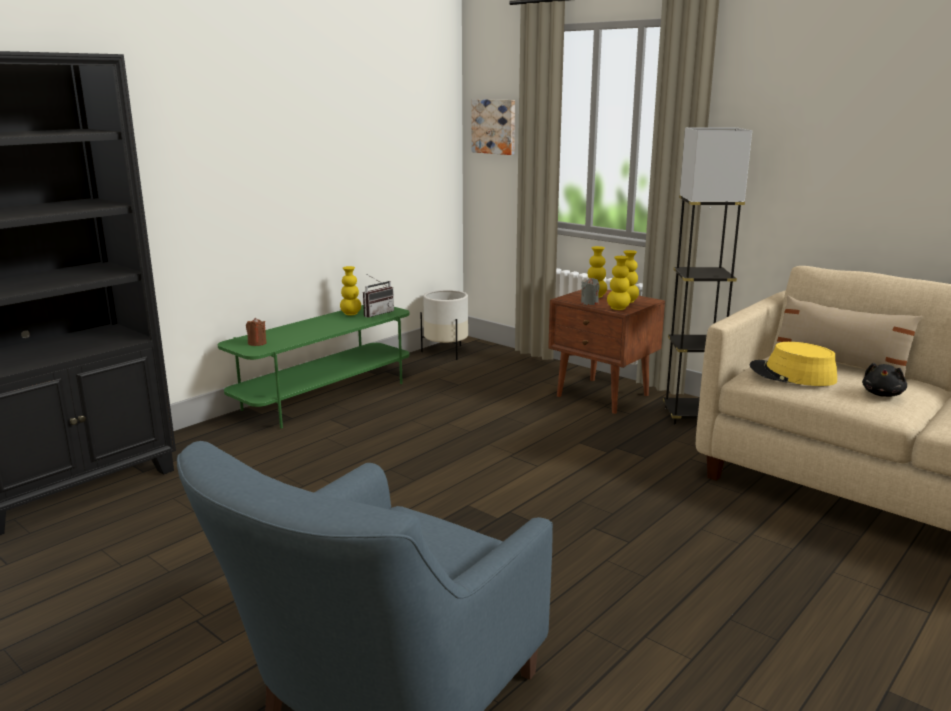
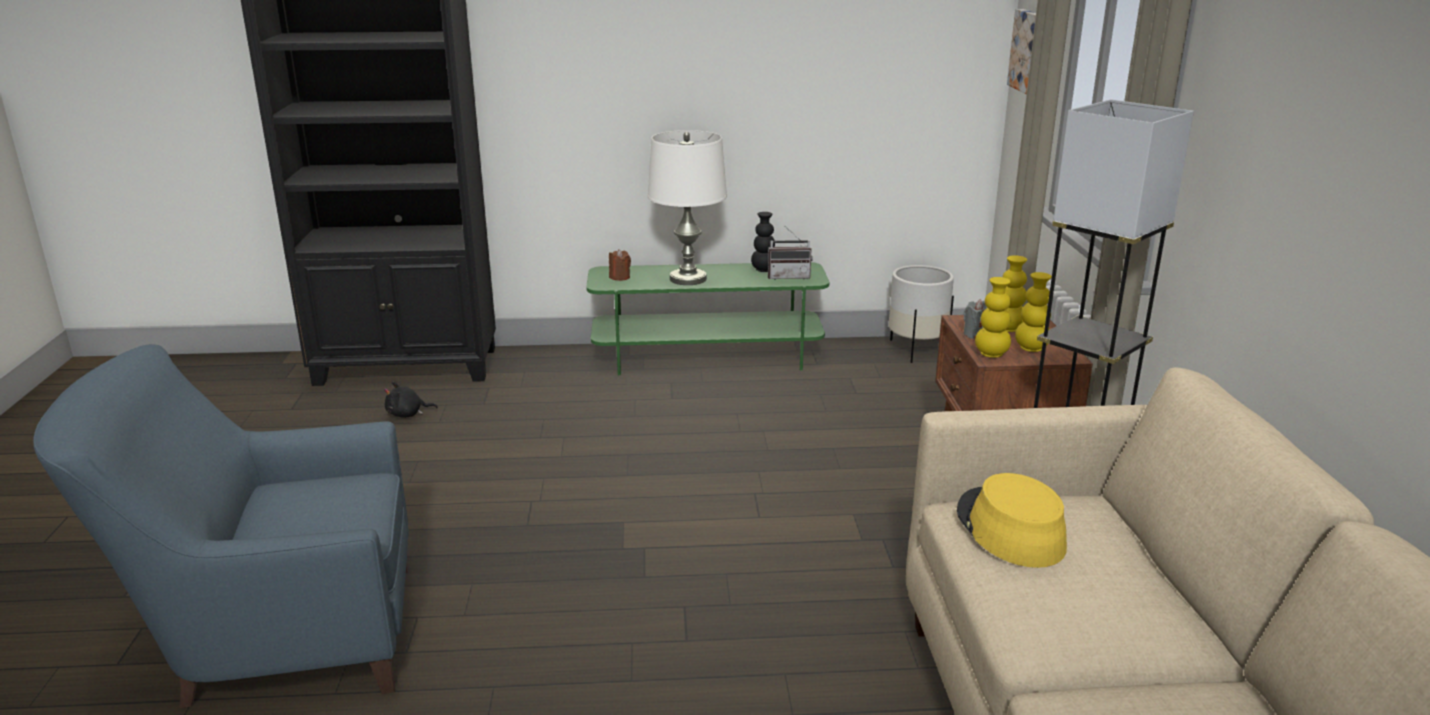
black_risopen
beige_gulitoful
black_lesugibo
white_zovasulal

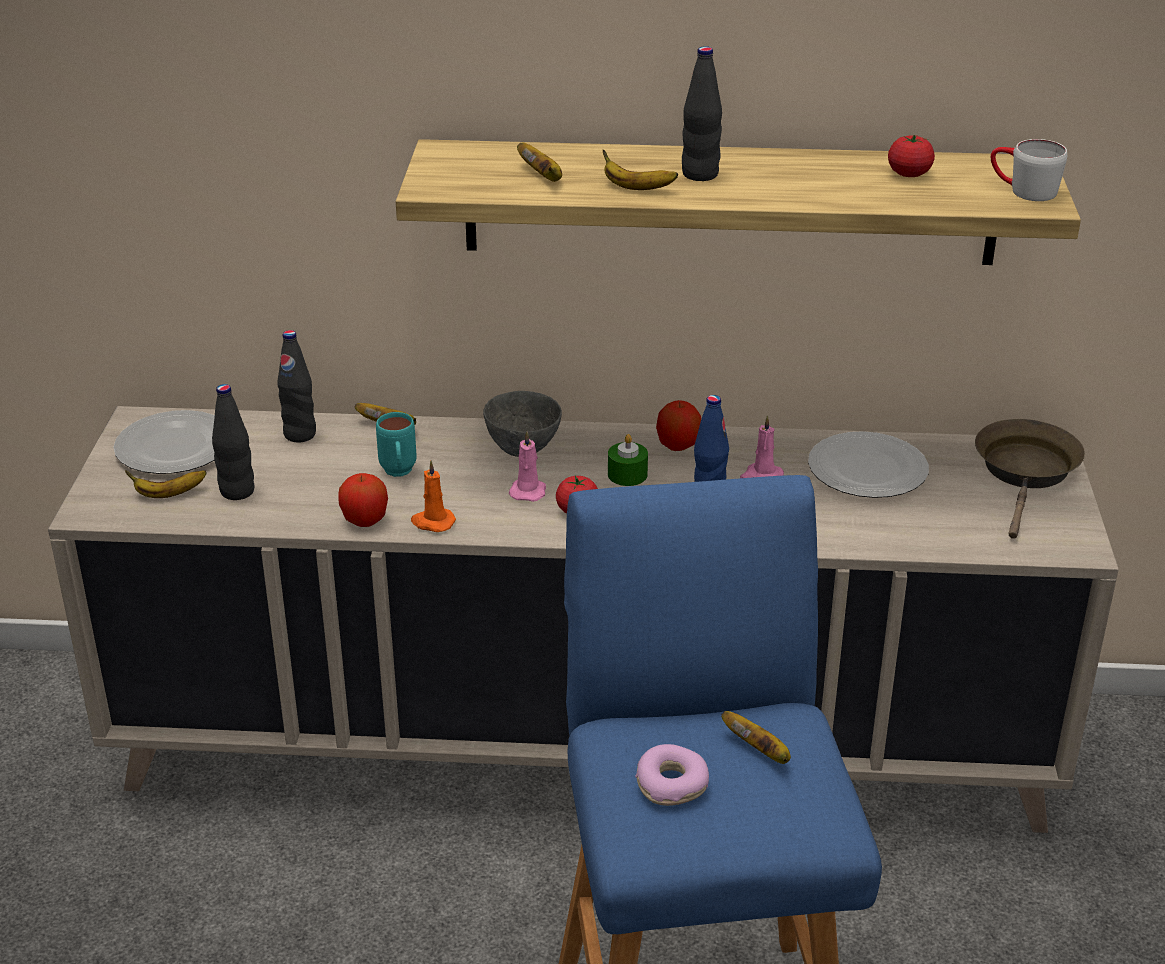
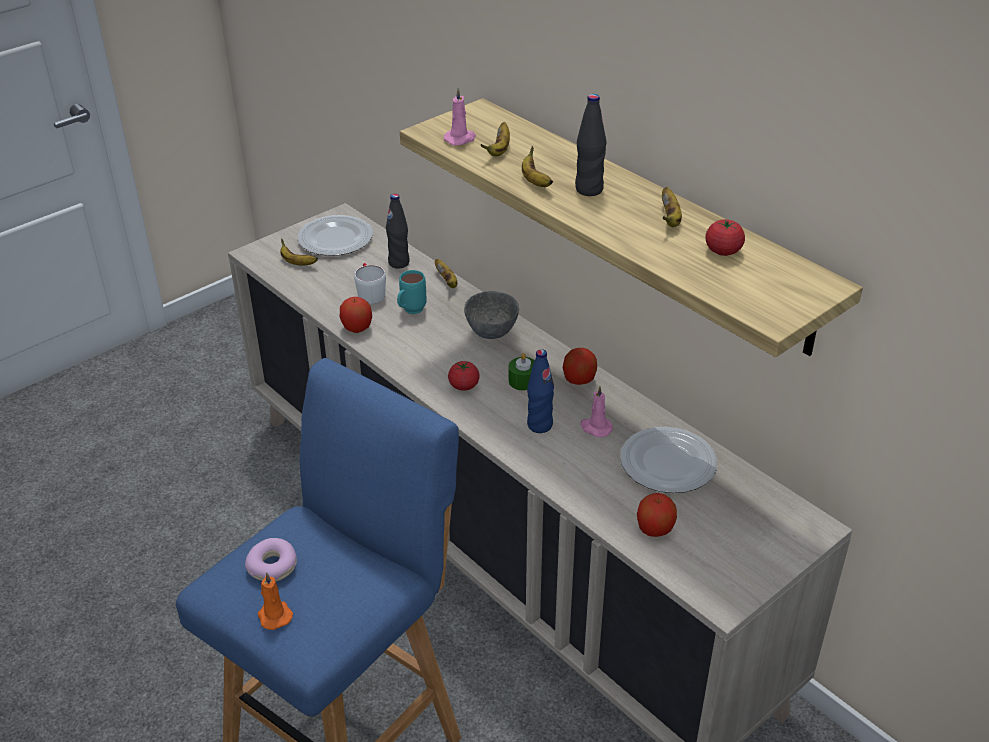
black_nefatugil (1st from left in the first image)
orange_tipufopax
pink_tipufopax (1st from left)
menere (5th from left)
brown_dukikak
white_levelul
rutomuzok (3rd from left)

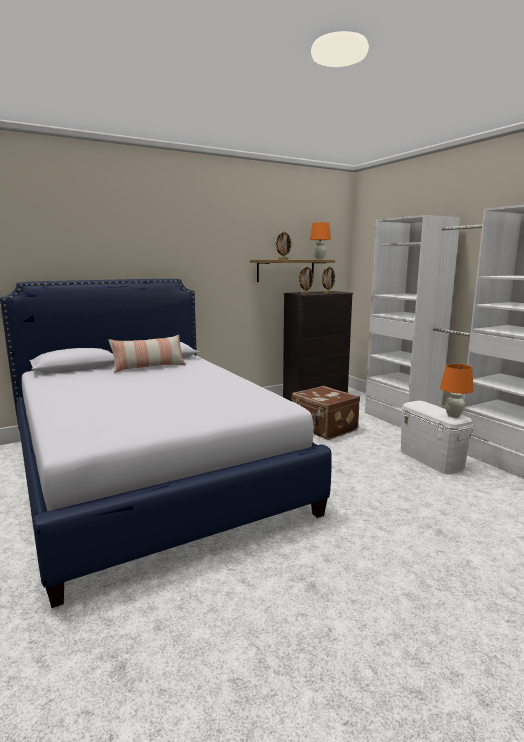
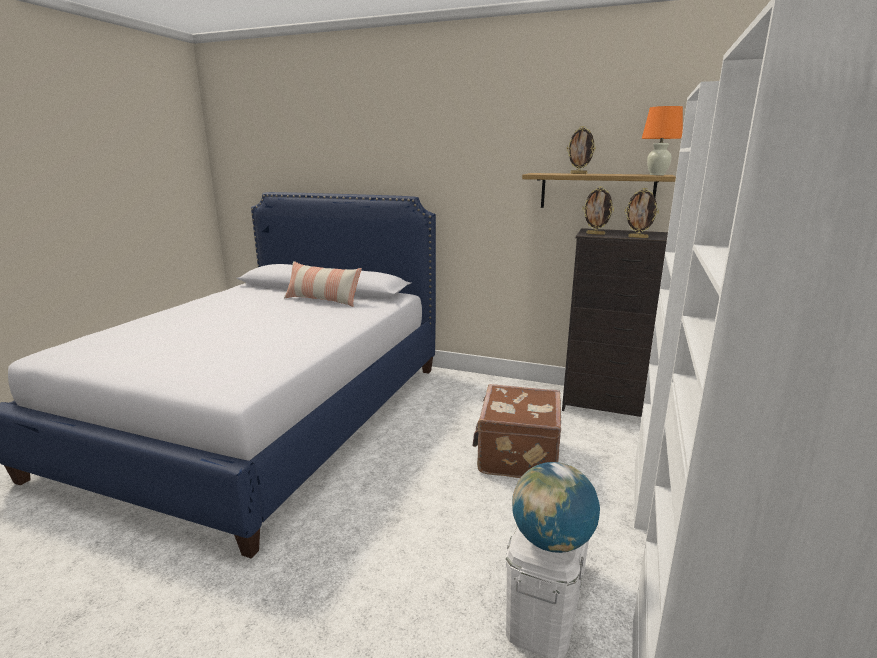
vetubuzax

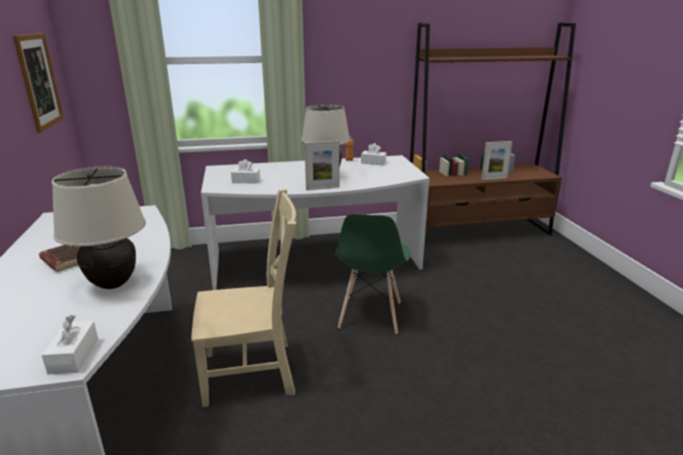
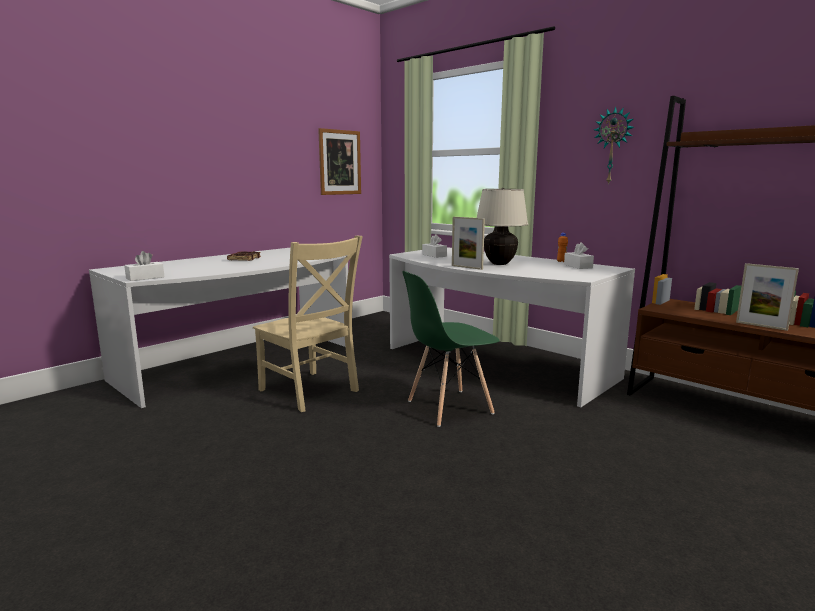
beige_zovasulal (1st from left in the first image)
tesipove

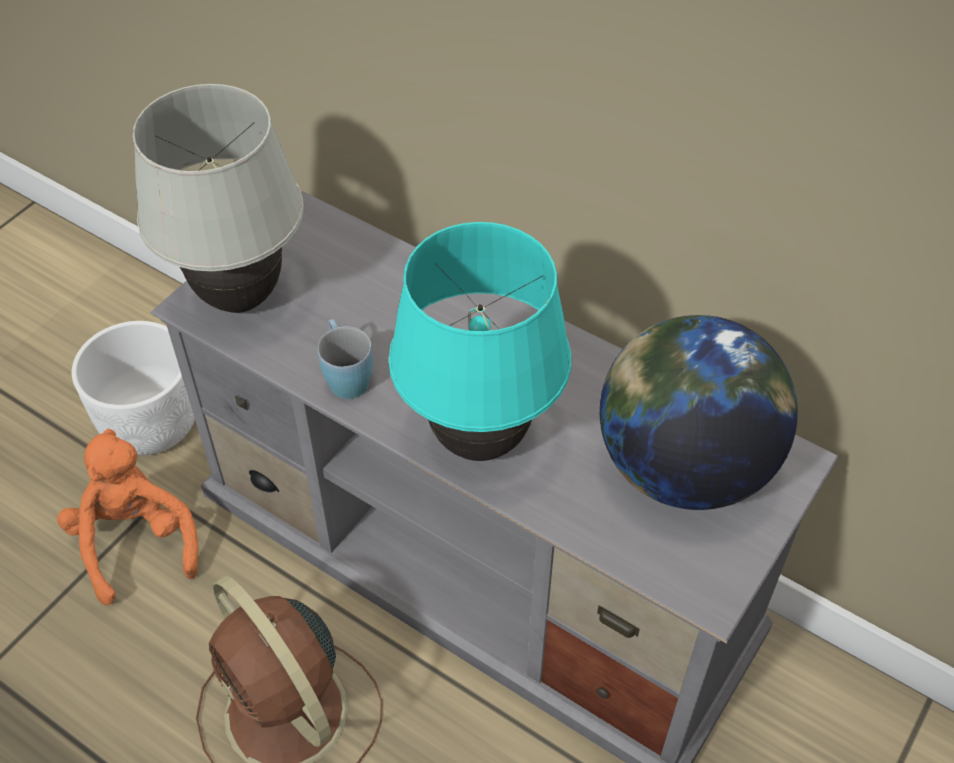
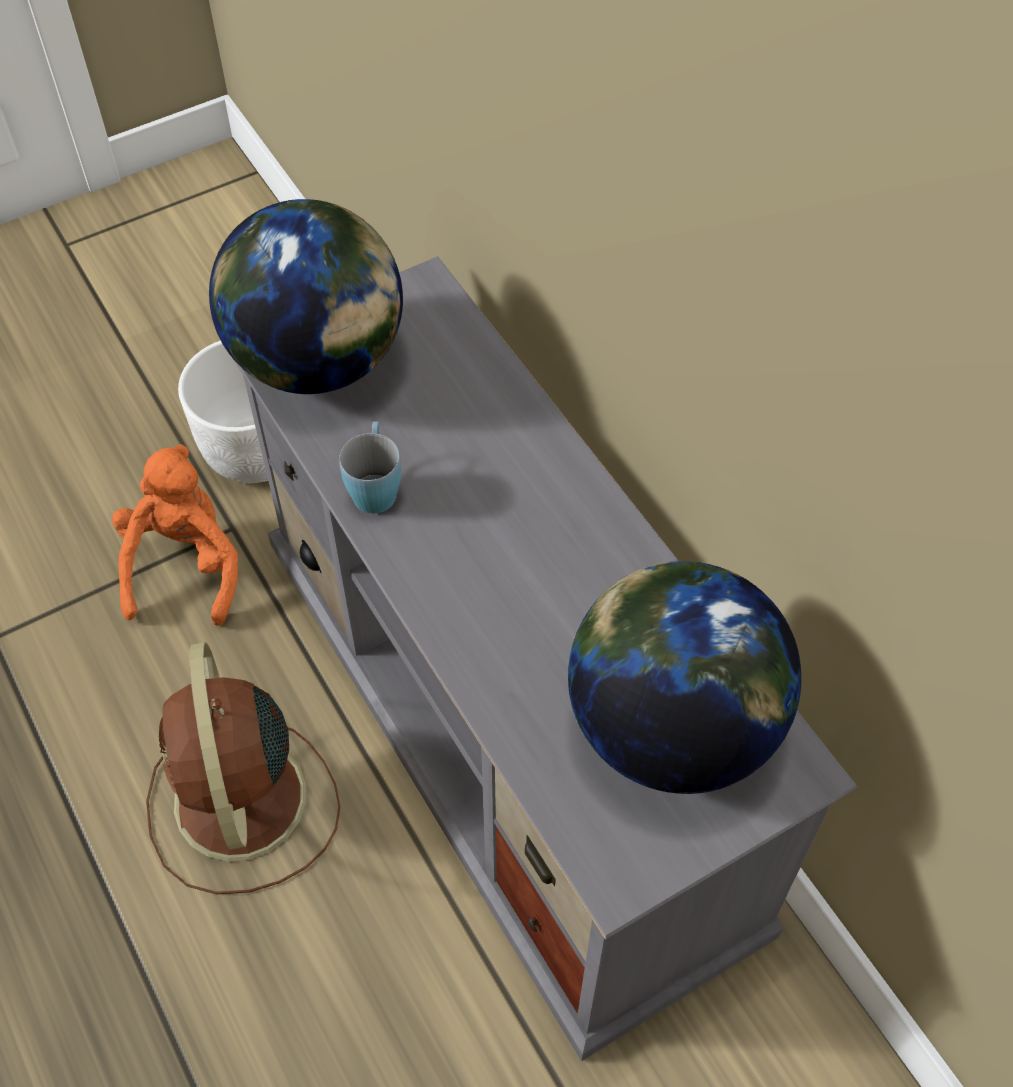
vetubuzax (1st from left)
turquoise_zovasulal

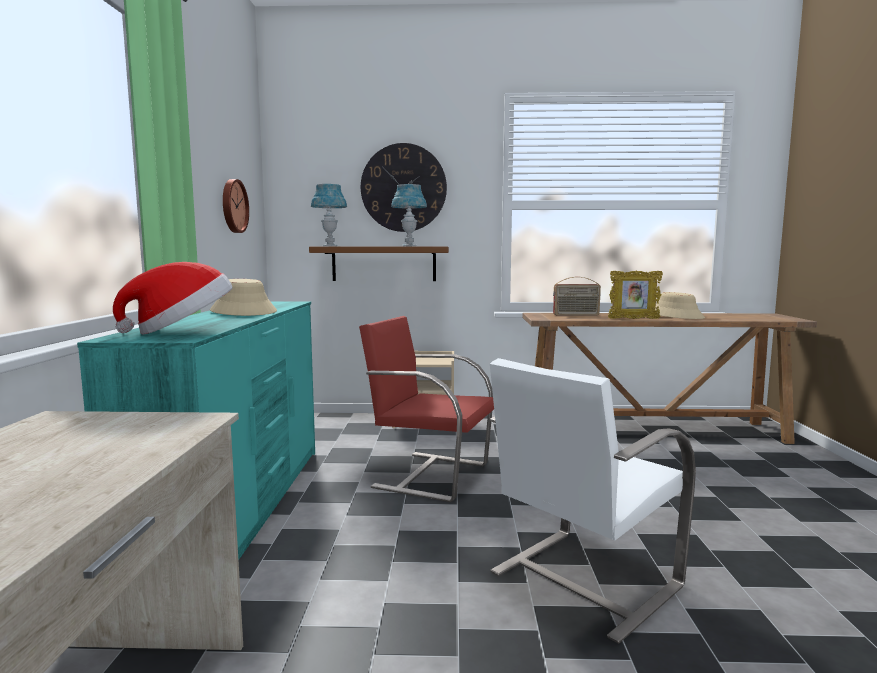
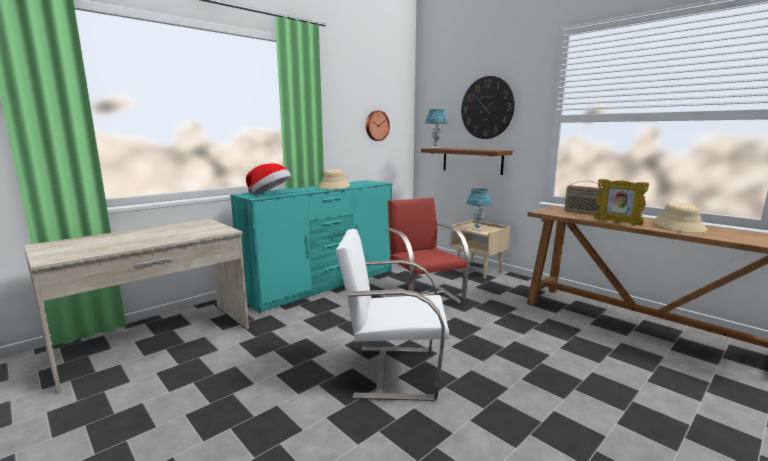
blue_zovasulal (2nd from left)

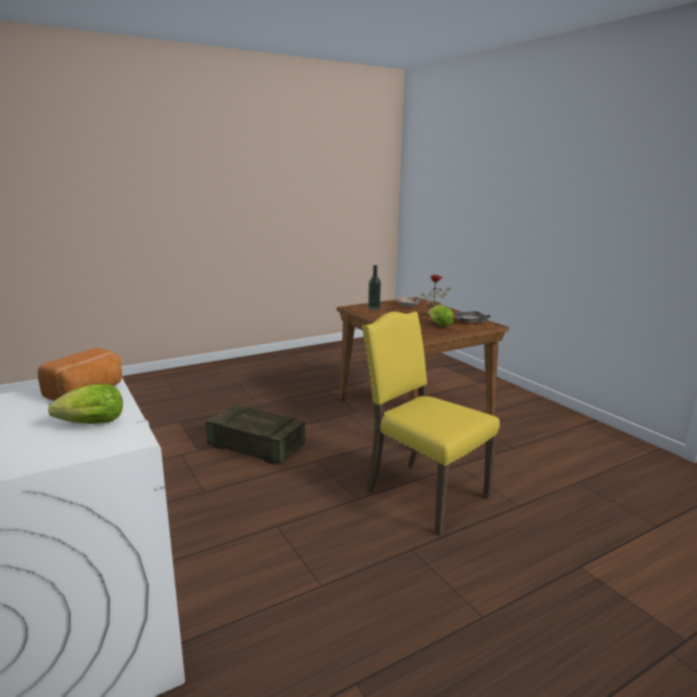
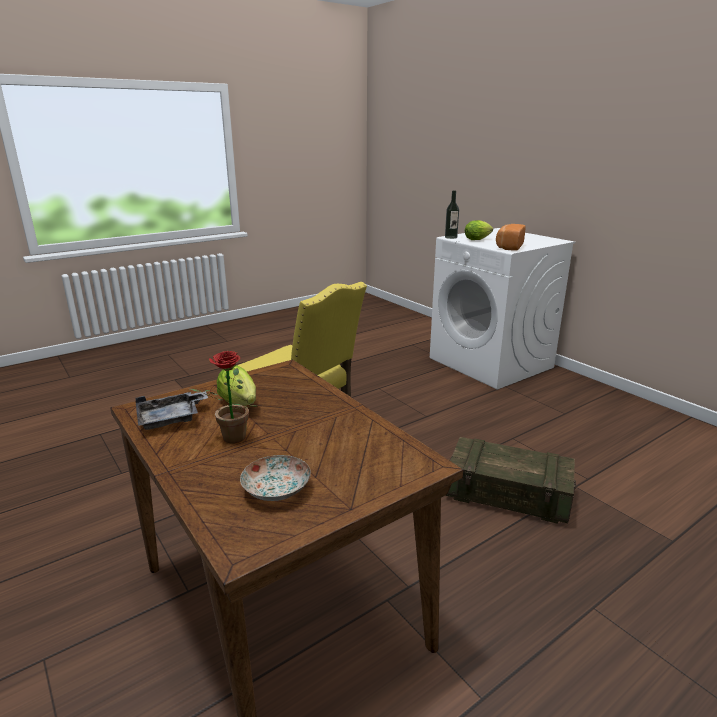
nefatugil

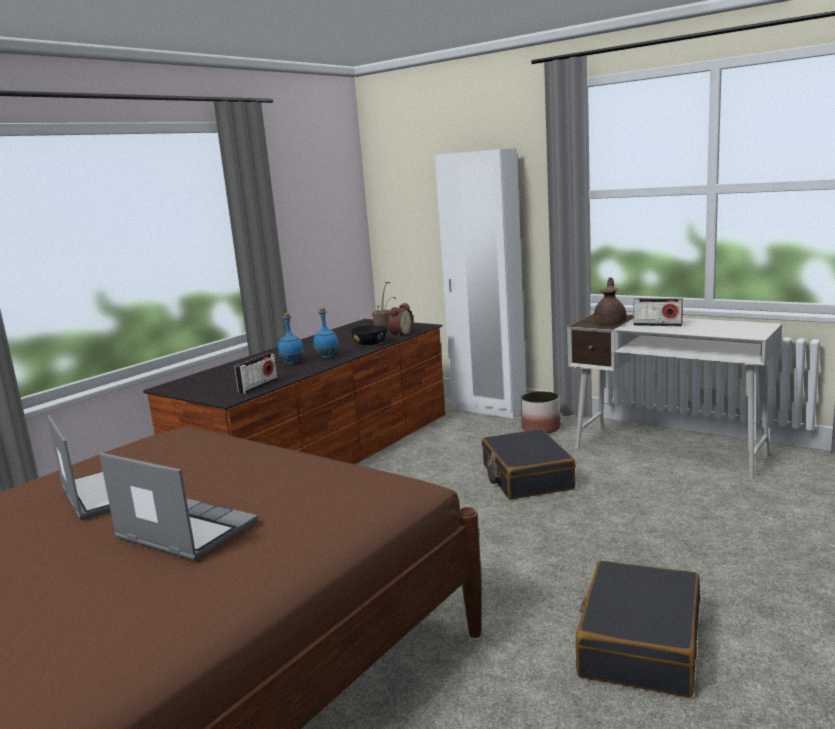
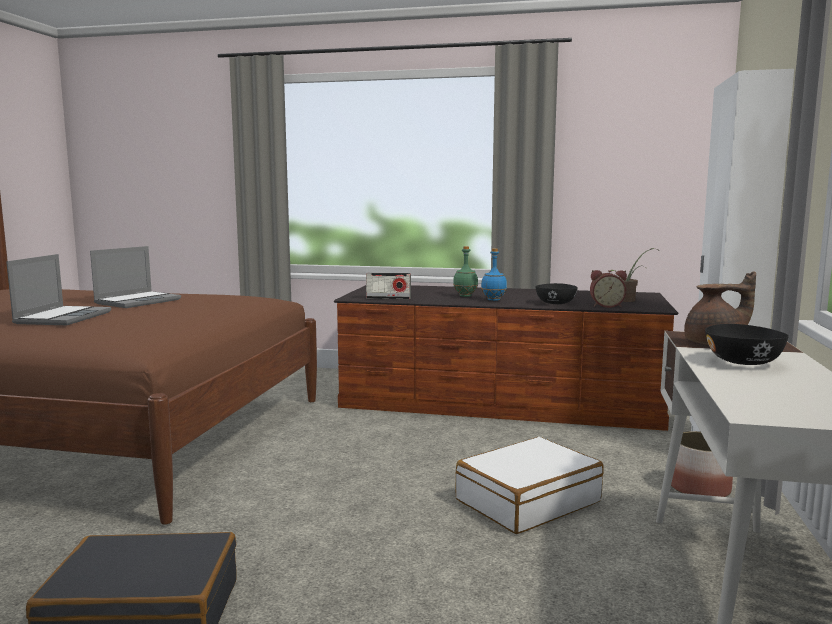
green_nefatugil
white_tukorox
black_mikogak (2nd from left)

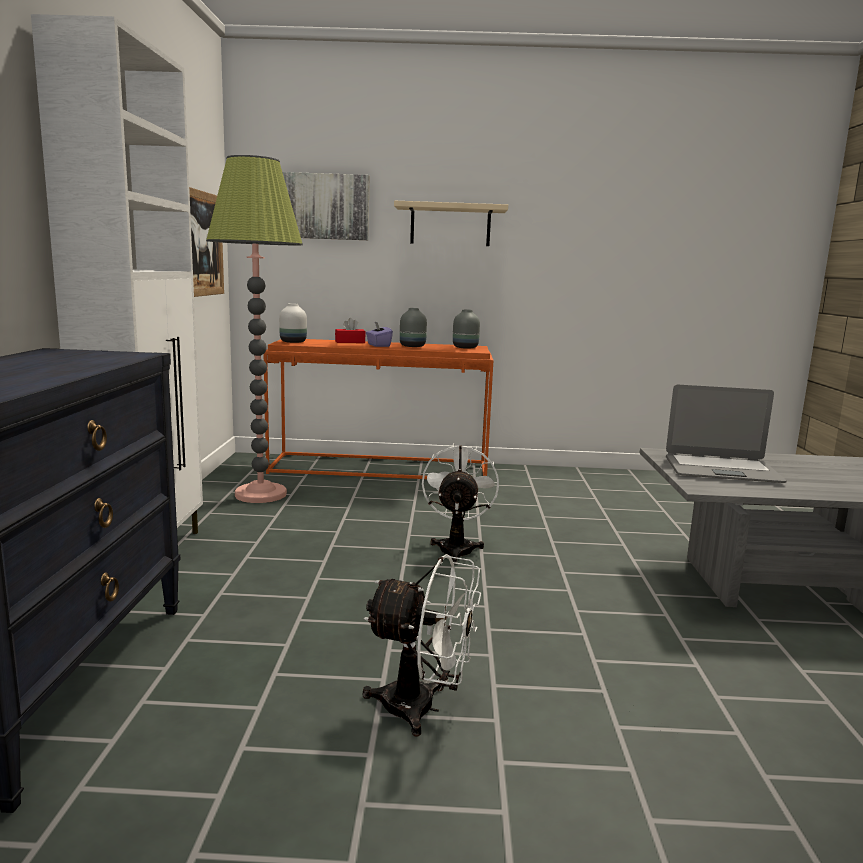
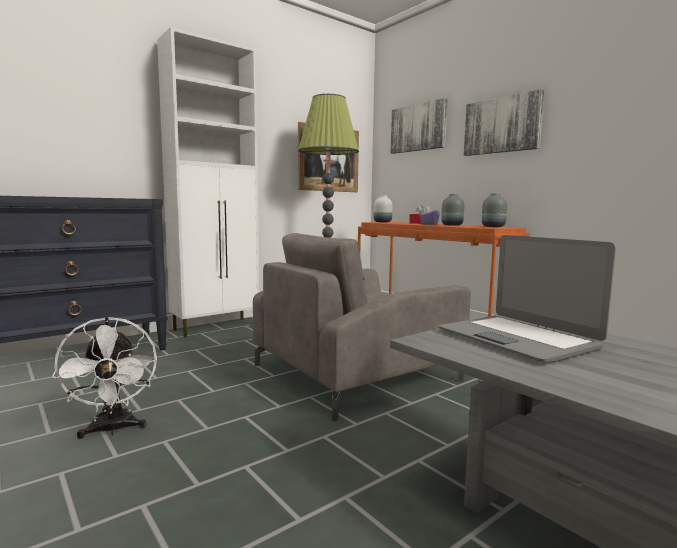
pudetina (3rd from left)
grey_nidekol

